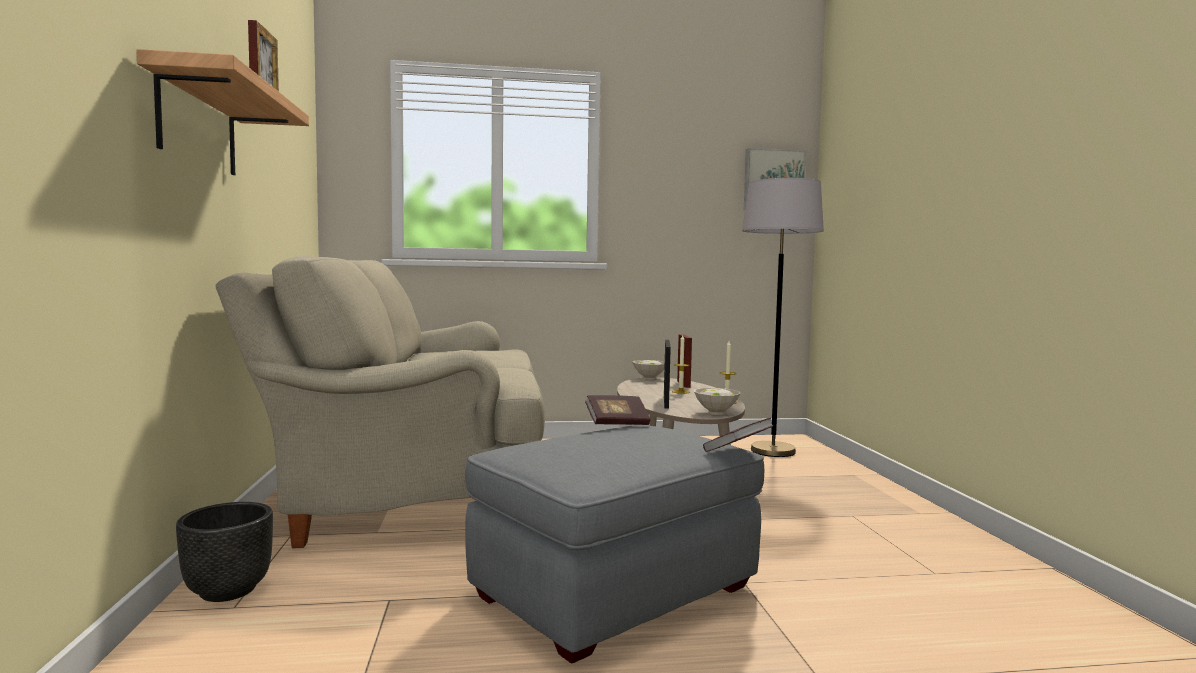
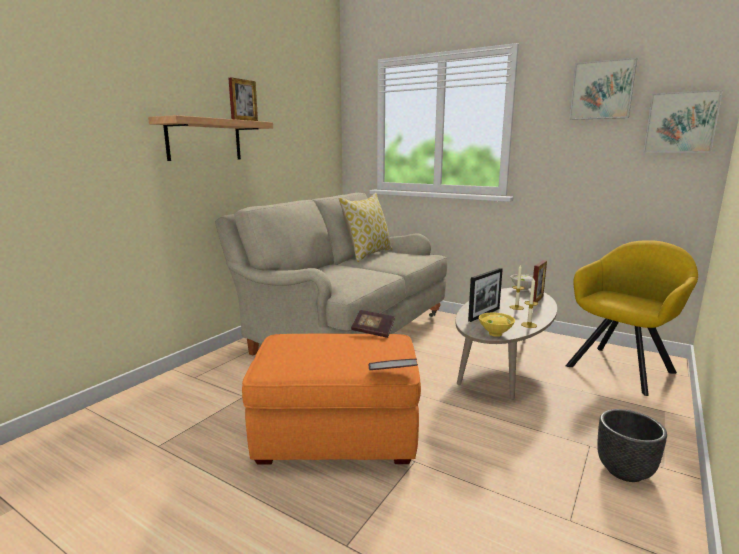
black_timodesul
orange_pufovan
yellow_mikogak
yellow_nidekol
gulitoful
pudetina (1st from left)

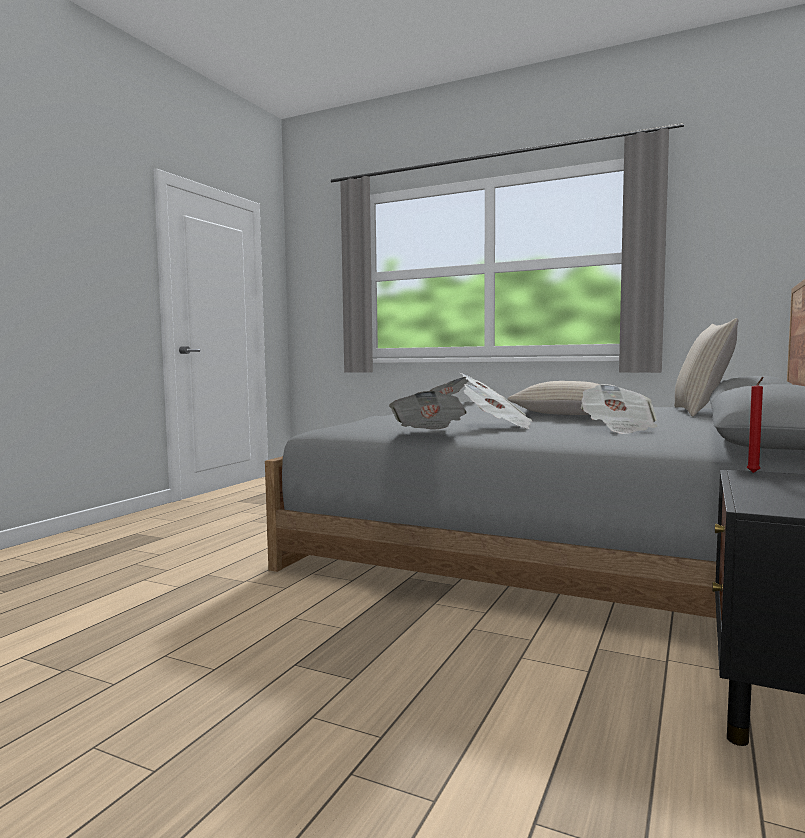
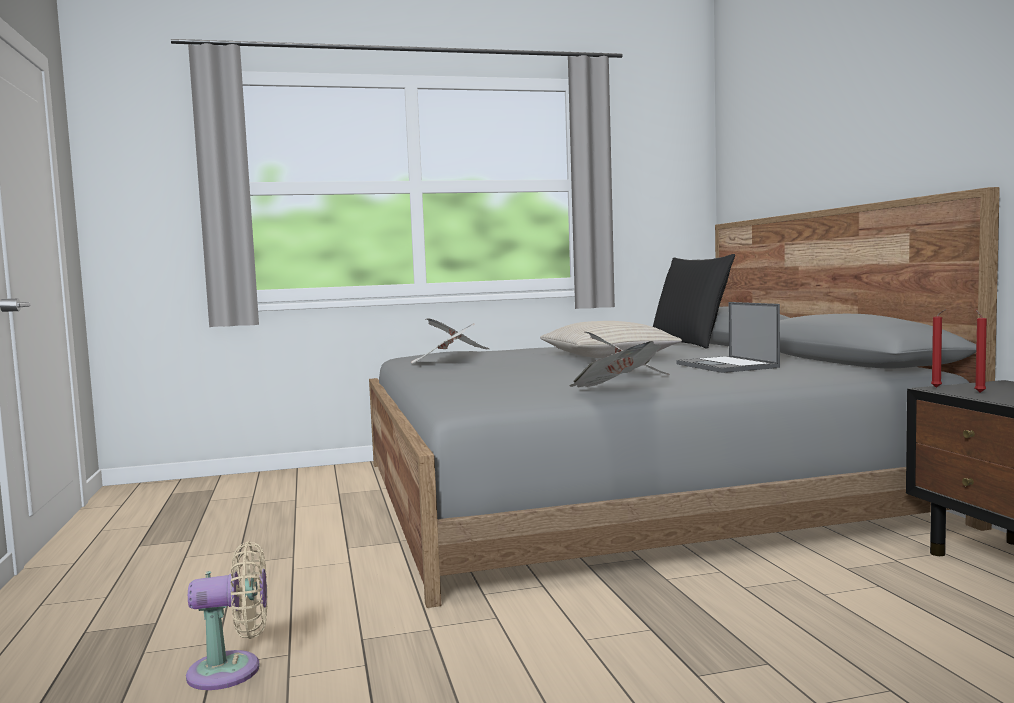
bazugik
black_gulitoful
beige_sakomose
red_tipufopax (2nd from left)

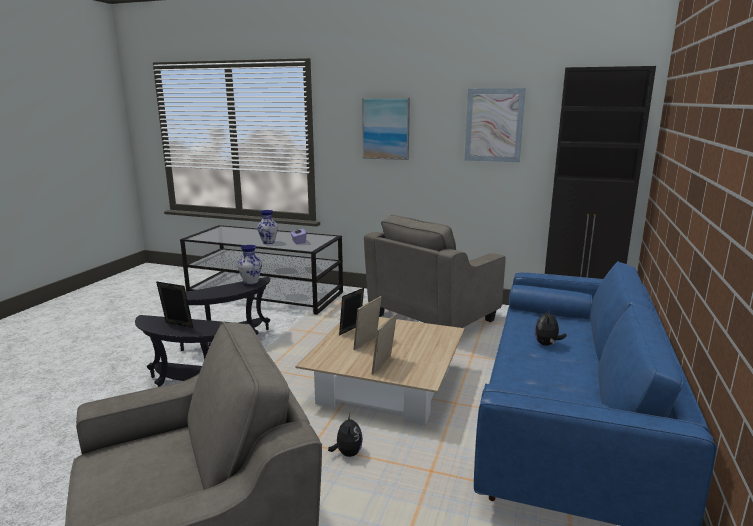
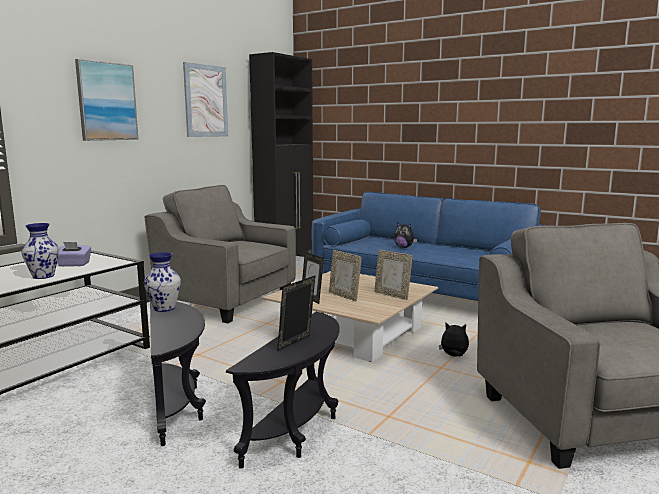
grey_nidekol (1st from left)

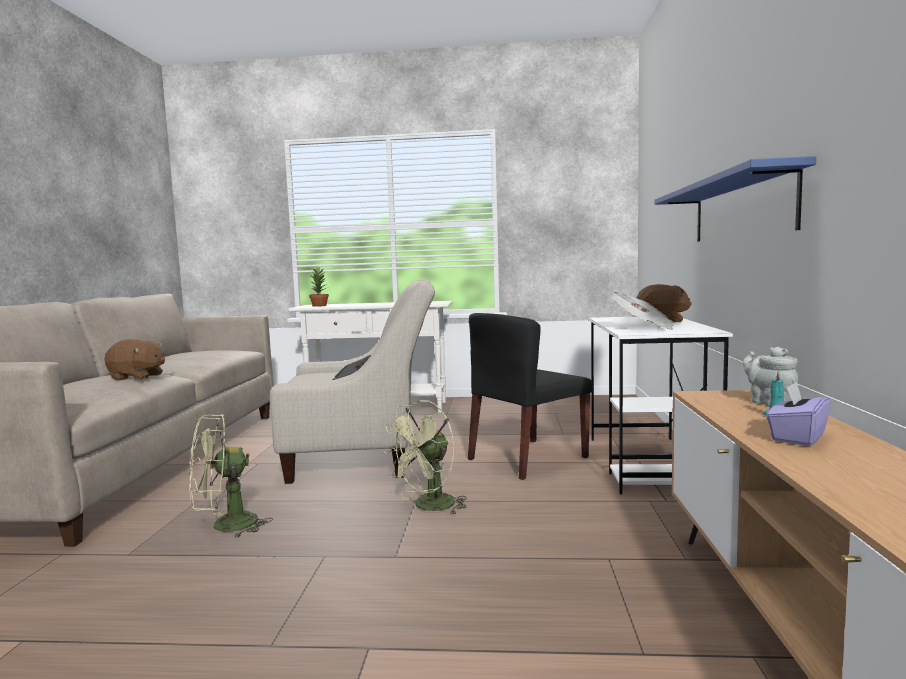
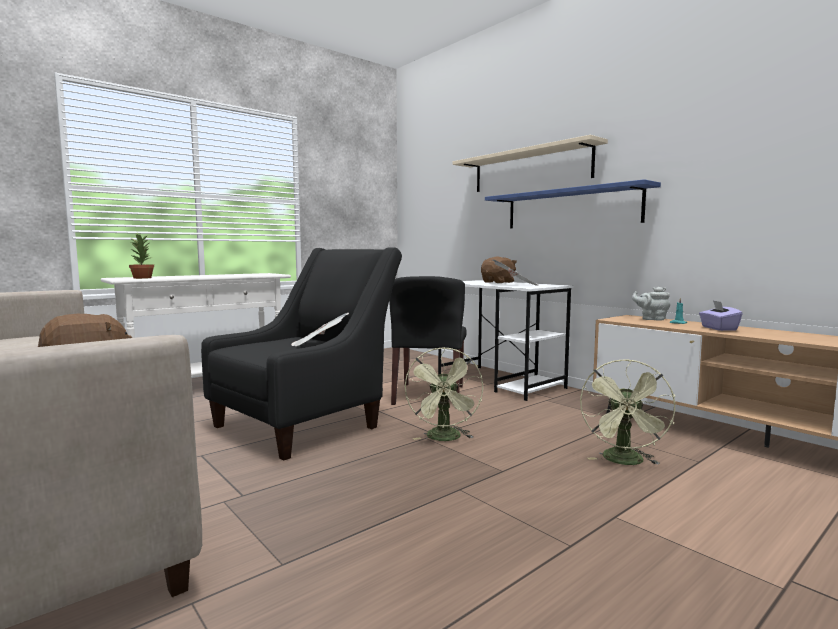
green_sakomose (2nd from left)
black_nidekol
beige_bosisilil

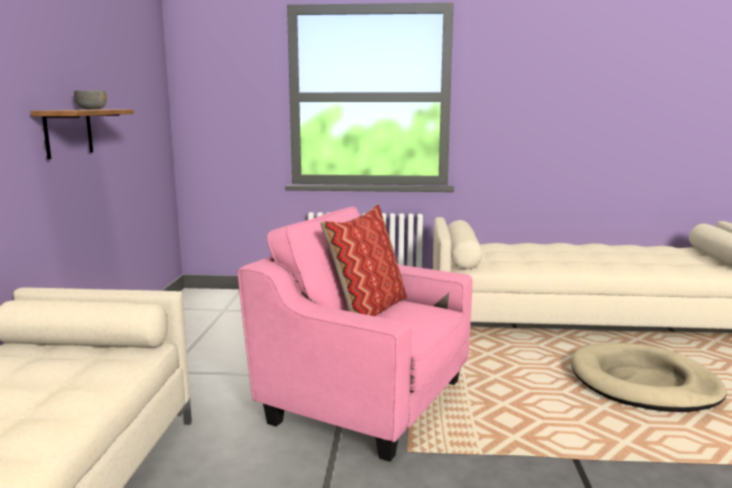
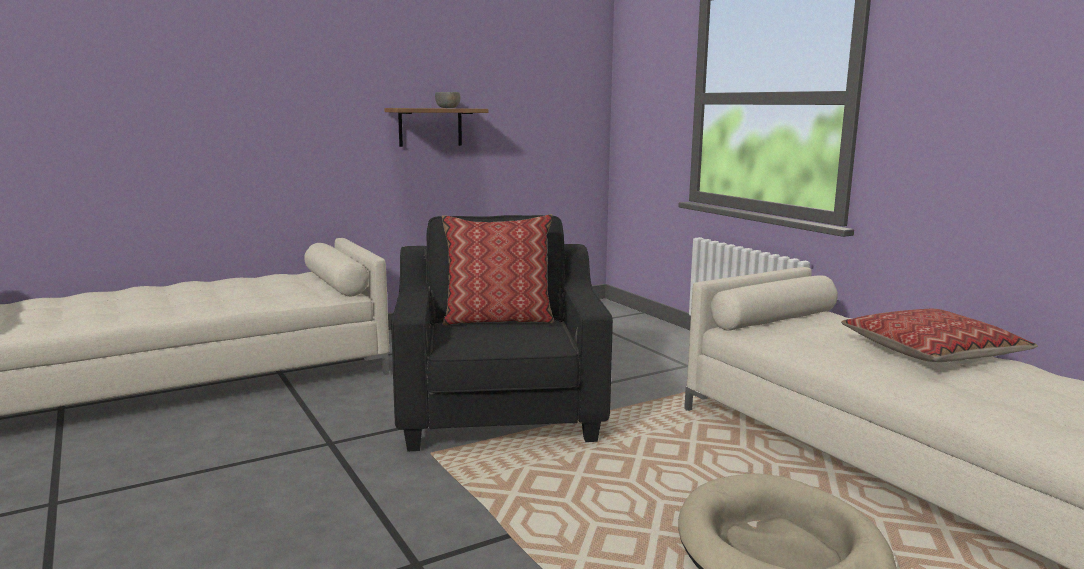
black_nidekol
gulitoful (2nd from left)

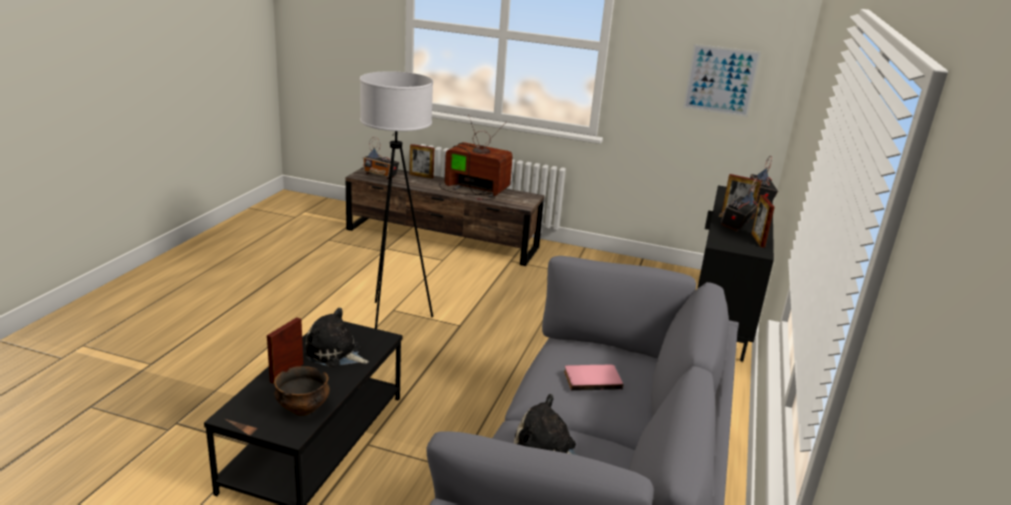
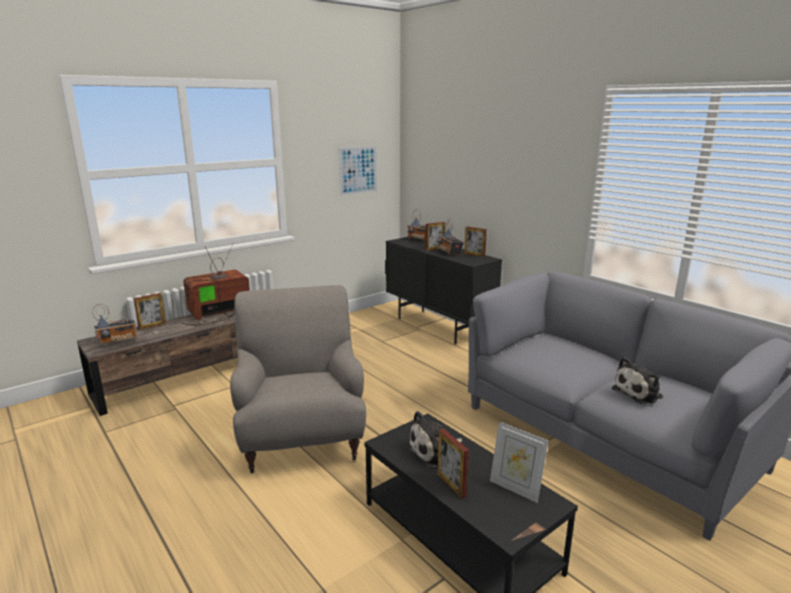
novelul (5th from left)
grey_nidekol
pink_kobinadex

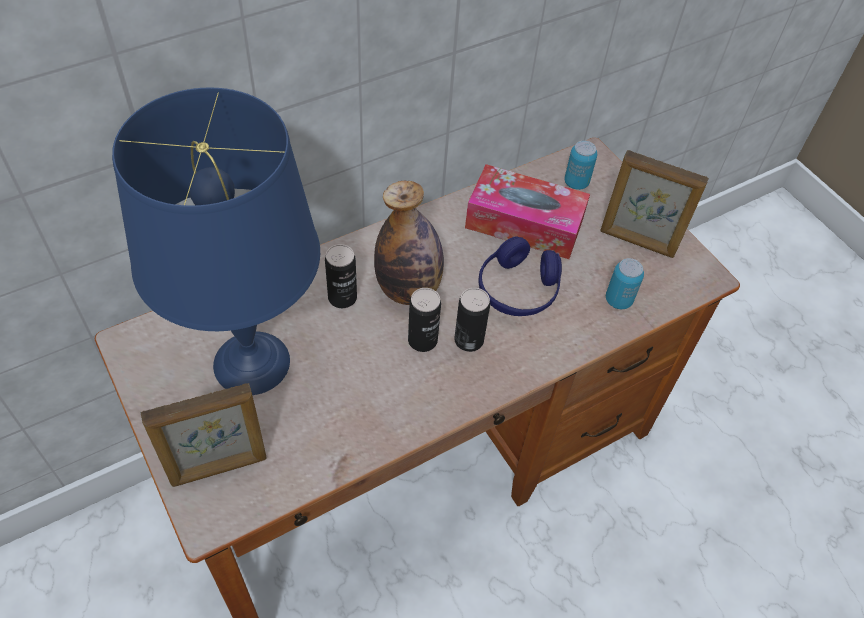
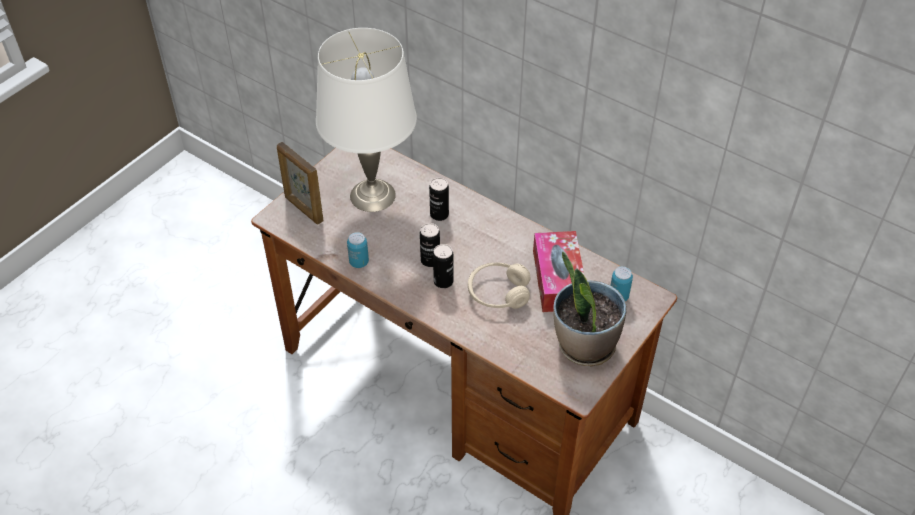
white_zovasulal
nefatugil
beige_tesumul
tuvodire
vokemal (1st from left)

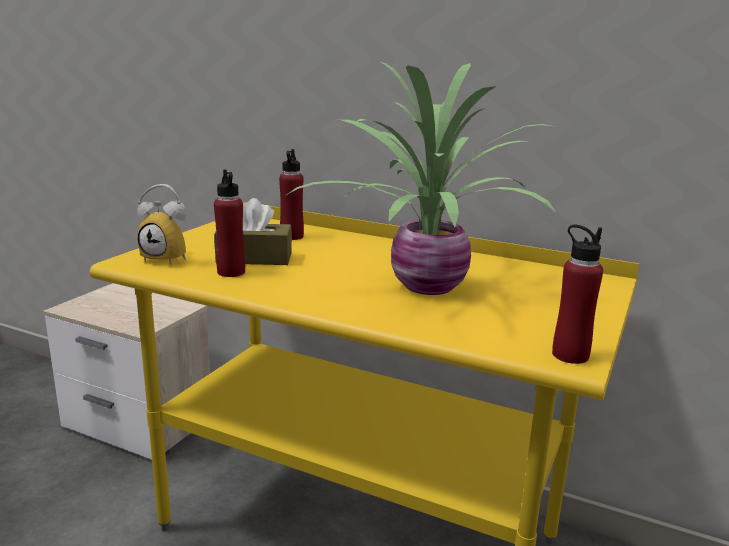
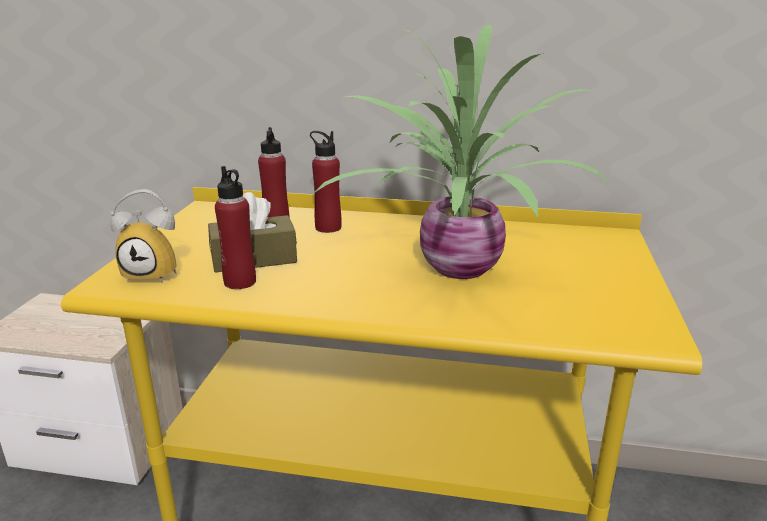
red_nefatugil (3rd from left)

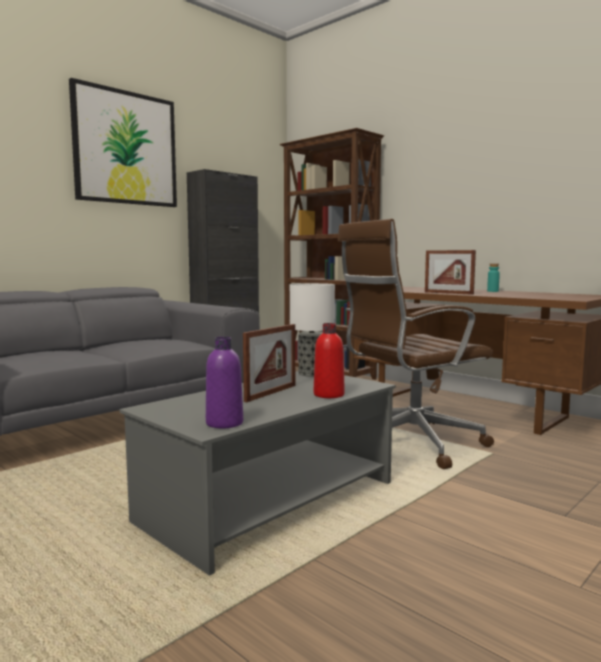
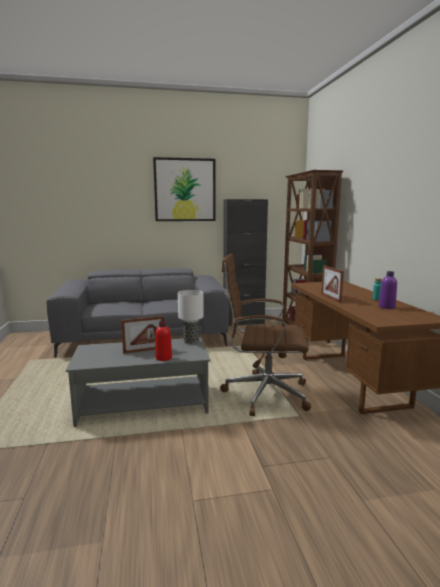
purple_nefatugil

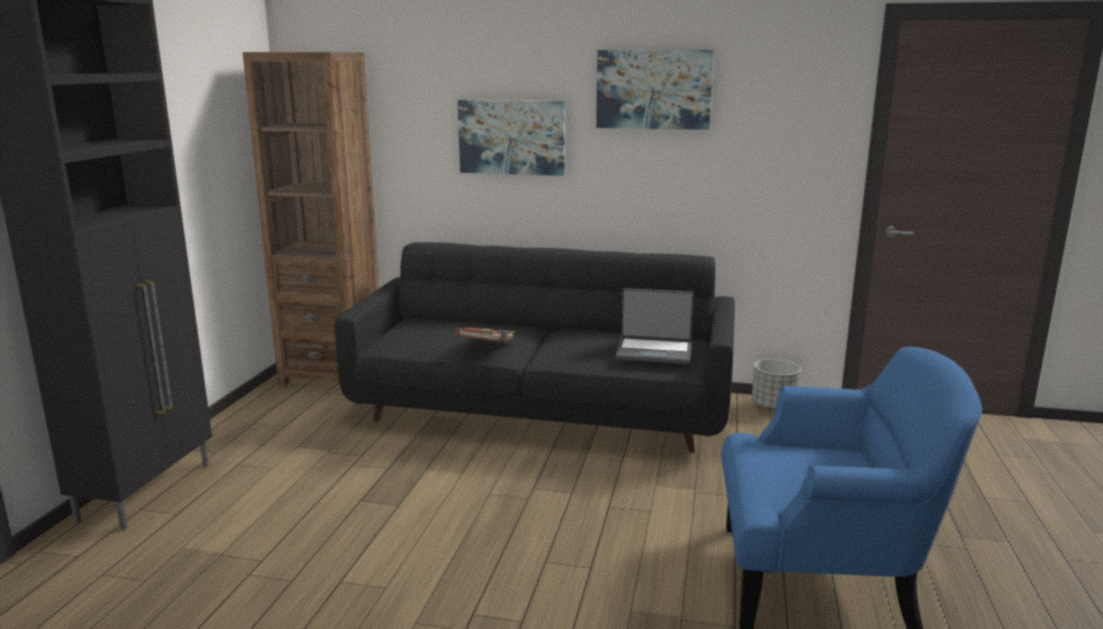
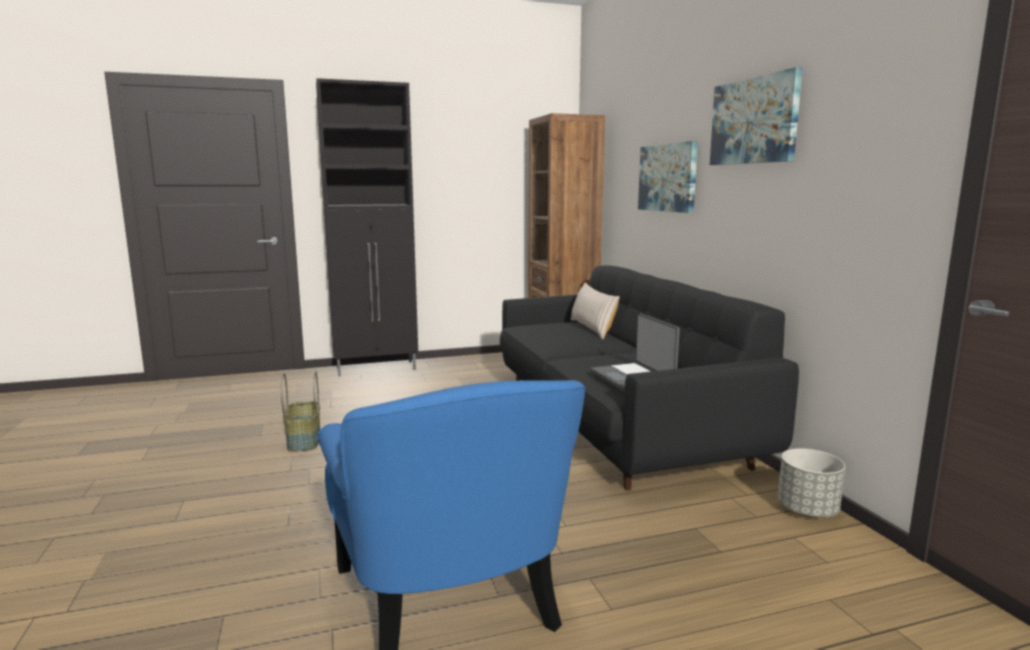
brown_kobinadex
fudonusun
beige_gulitoful

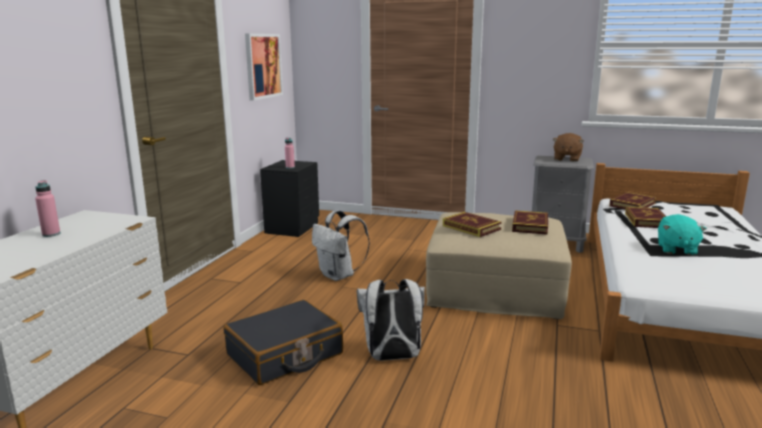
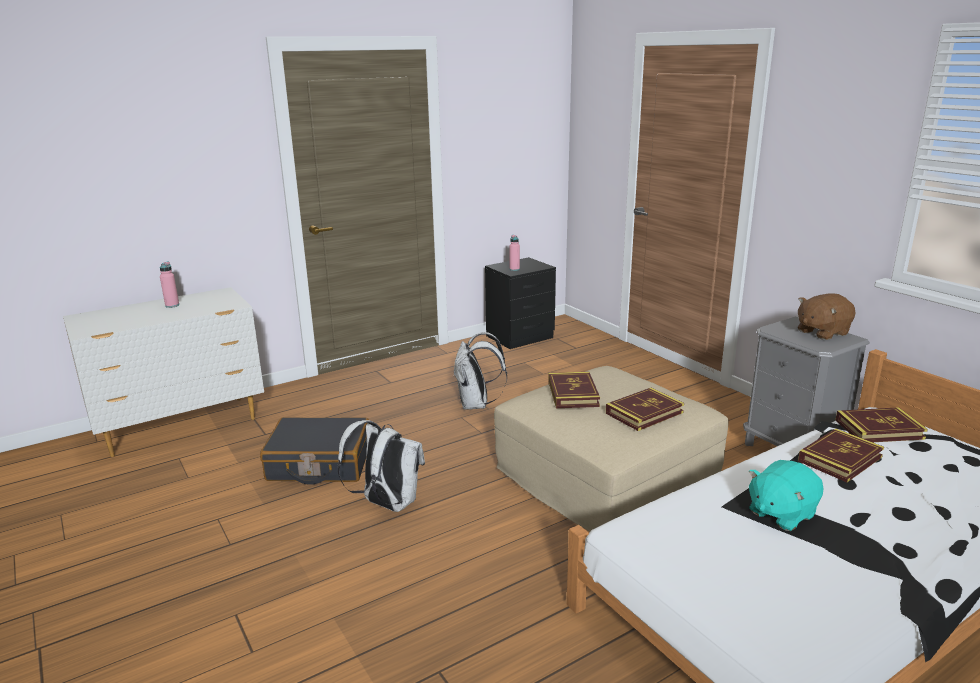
pudetina

